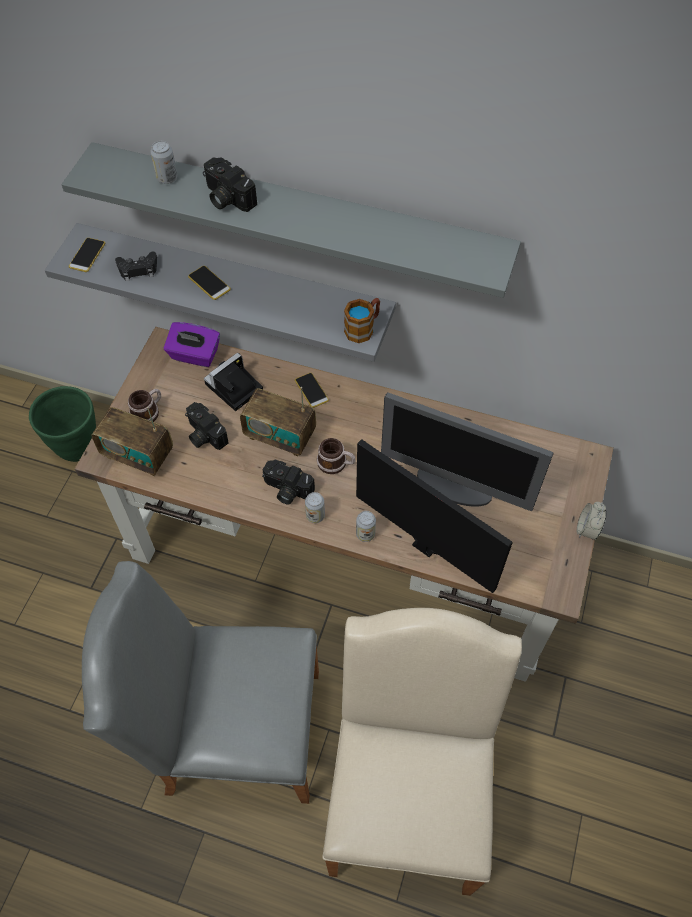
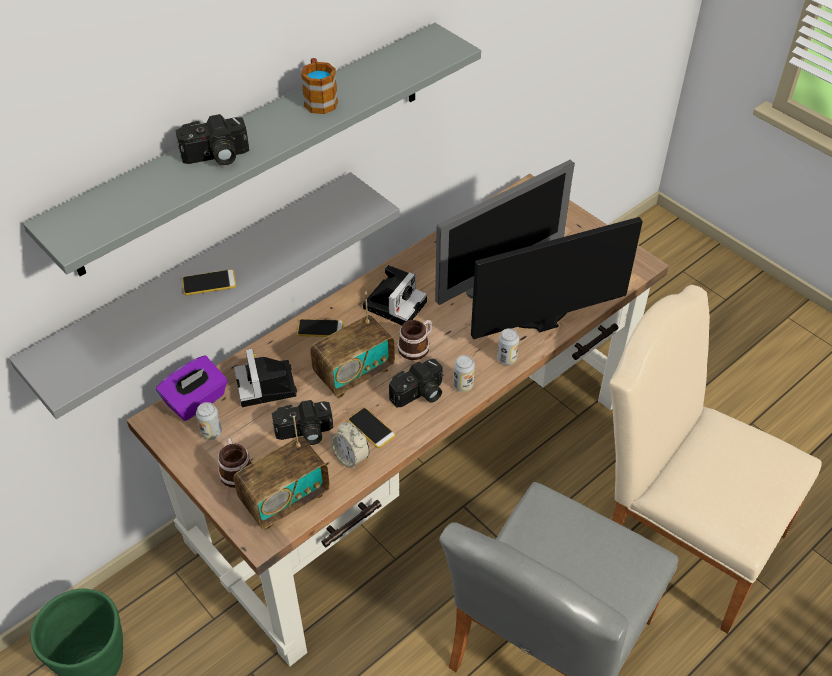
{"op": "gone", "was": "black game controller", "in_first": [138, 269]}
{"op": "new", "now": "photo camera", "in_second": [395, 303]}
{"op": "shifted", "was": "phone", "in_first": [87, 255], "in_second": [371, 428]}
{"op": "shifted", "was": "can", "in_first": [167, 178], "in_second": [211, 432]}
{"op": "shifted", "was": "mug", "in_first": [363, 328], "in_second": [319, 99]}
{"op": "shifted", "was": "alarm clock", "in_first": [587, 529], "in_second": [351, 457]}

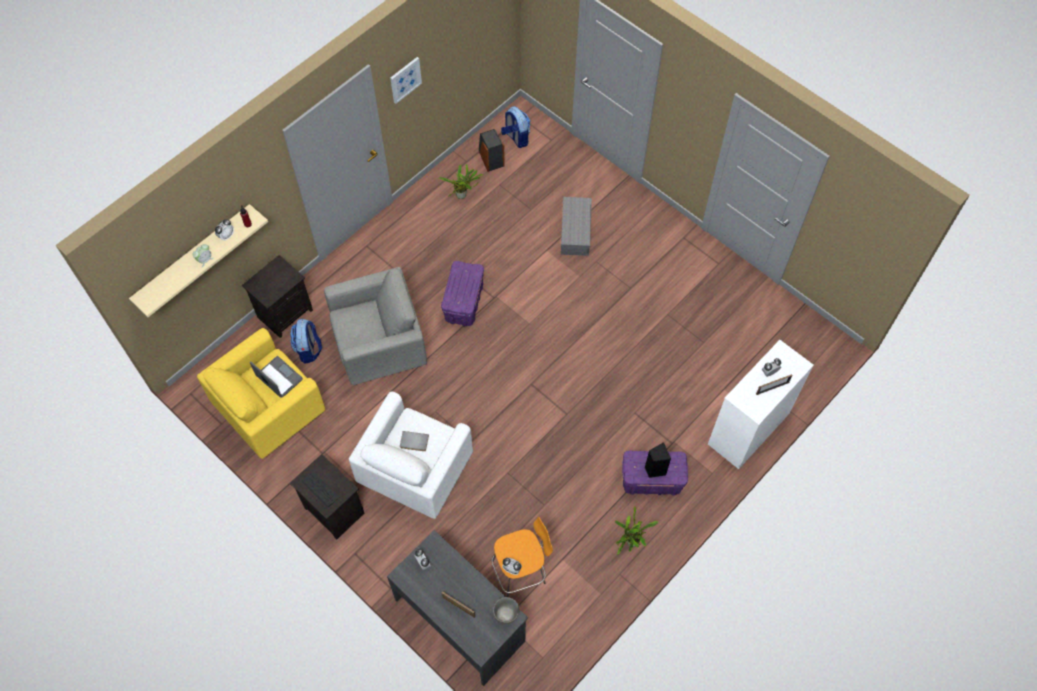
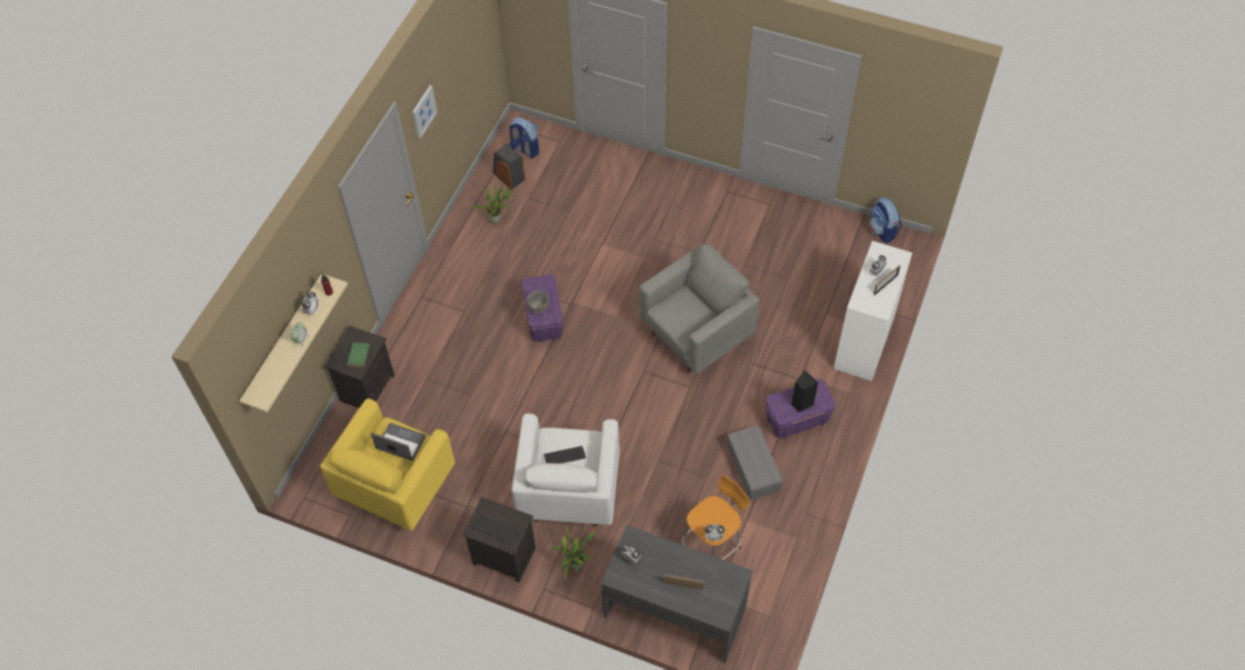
{"op": "new", "now": "green book", "in_second": [357, 355]}
{"op": "shifted", "was": "backpack", "in_first": [308, 349], "in_second": [882, 231]}
{"op": "shifted", "was": "grey armchair", "in_first": [380, 347], "in_second": [697, 334]}
{"op": "shifted", "was": "grey bowl", "in_first": [506, 614], "in_second": [538, 307]}
{"op": "shifted", "was": "grey storage box", "in_first": [575, 230], "in_second": [752, 467]}
{"op": "shifted", "was": "potted plant", "in_first": [630, 542], "in_second": [575, 565]}
{"op": "swapped", "was": "grey book", "now": "keyboard", "in_first": [414, 442], "in_second": [564, 456]}

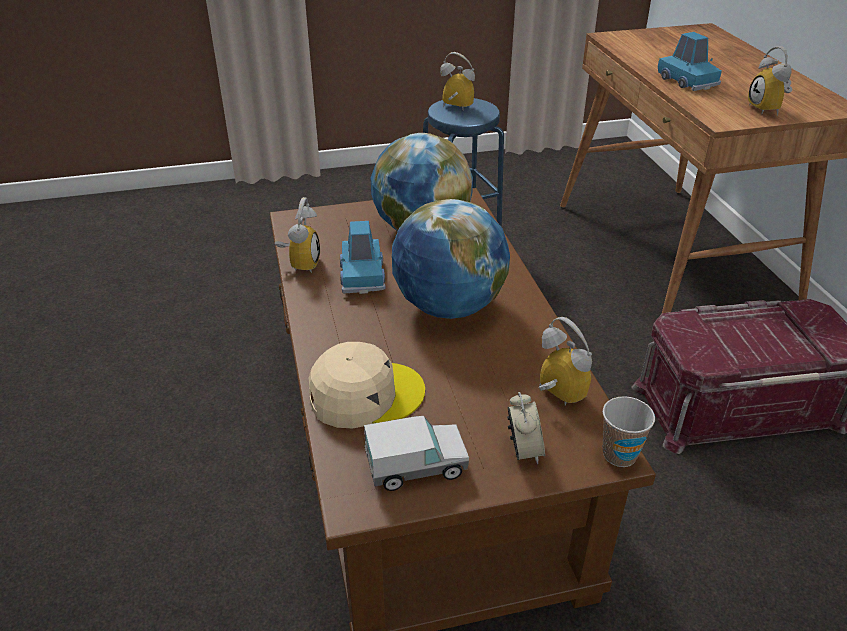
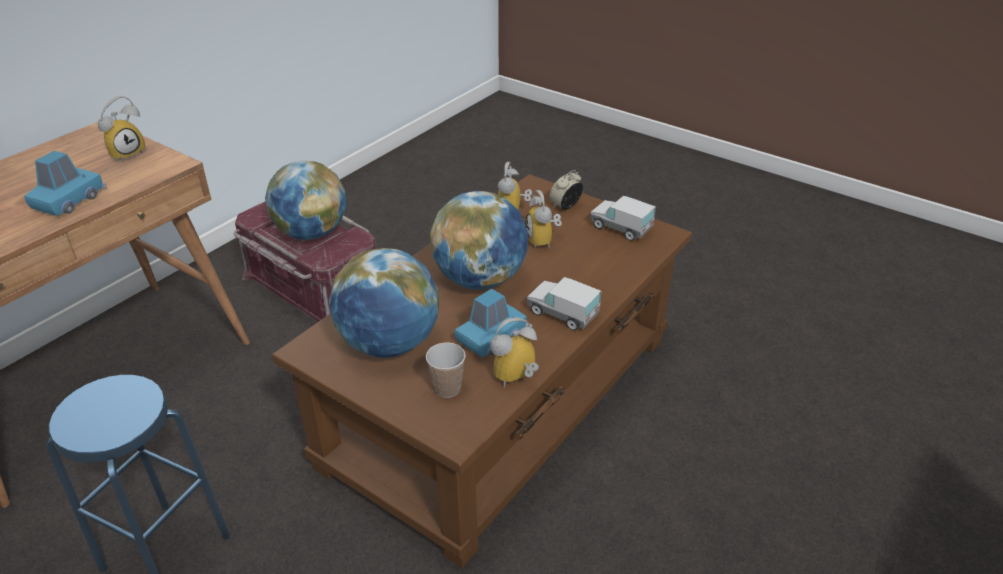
{"op": "gone", "was": "beige cap", "in_first": [365, 394]}
{"op": "new", "now": "globe", "in_second": [311, 233]}
{"op": "new", "now": "toy truck", "in_second": [562, 314]}
{"op": "shifted", "was": "alarm clock", "in_first": [454, 108], "in_second": [544, 241]}
{"op": "shifted", "was": "cup", "in_first": [619, 455], "in_second": [447, 388]}

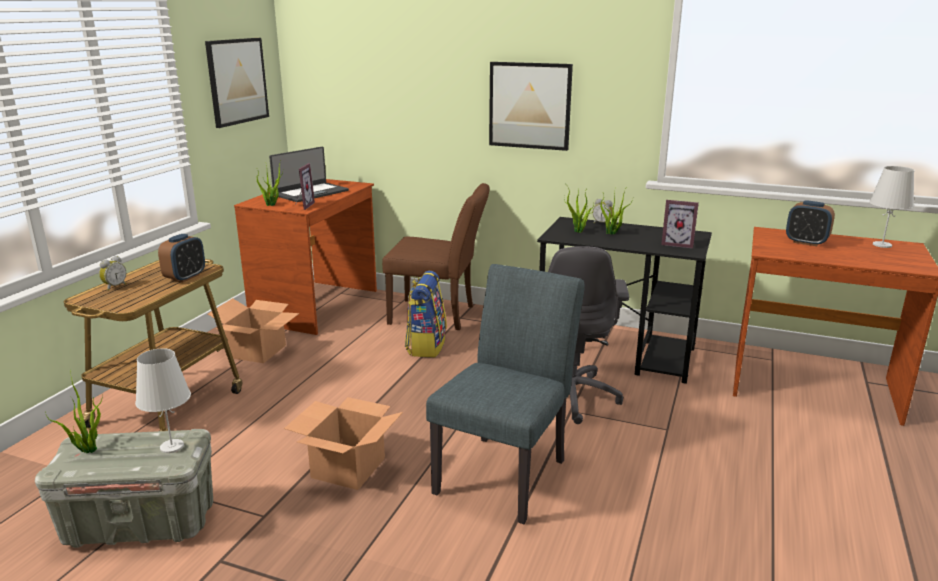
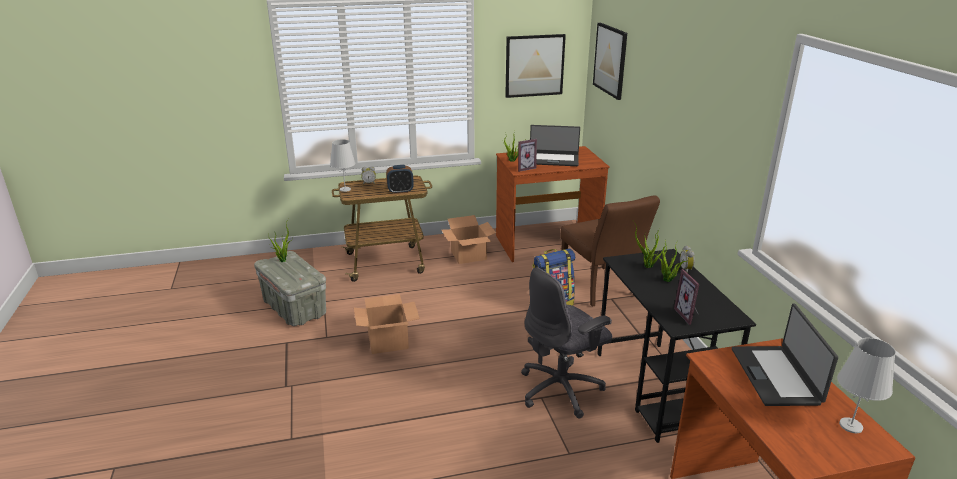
{"op": "gone", "was": "grey chair", "in_first": [506, 471]}
{"op": "shifted", "was": "white table lamp", "in_first": [172, 446], "in_second": [345, 189]}
{"op": "shifted", "was": "picture", "in_first": [530, 105], "in_second": [610, 60]}
{"op": "swapped", "was": "alarm clock", "now": "laptop", "in_first": [806, 242], "in_second": [776, 376]}

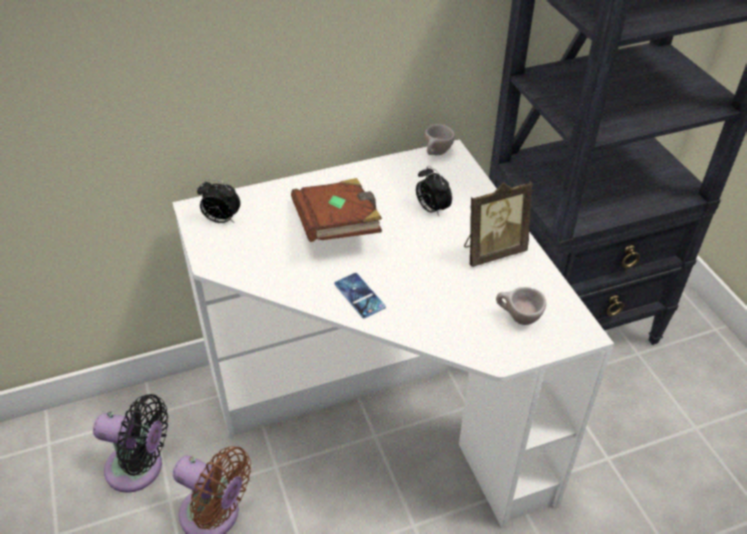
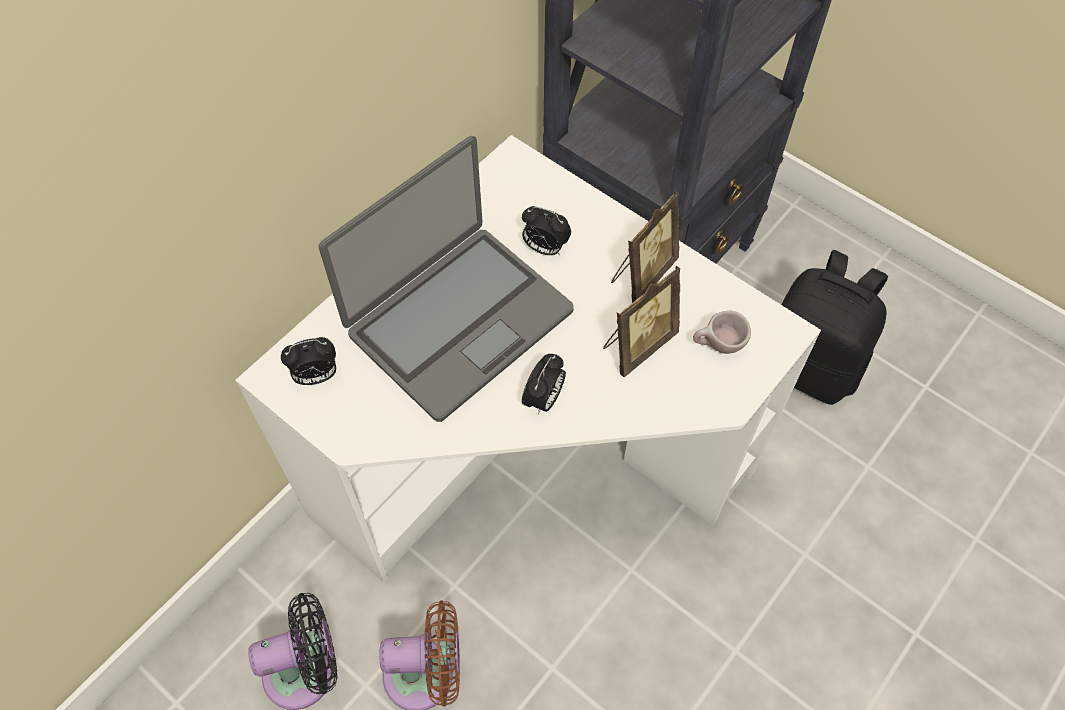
{"op": "gone", "was": "beige cup", "in_first": [436, 154]}
{"op": "new", "now": "picture frame", "in_second": [637, 344]}
{"op": "new", "now": "black backpack", "in_second": [809, 365]}
{"op": "swapped", "was": "brown book", "now": "laptop", "in_first": [338, 226], "in_second": [458, 321]}
{"op": "swapped", "was": "phone", "now": "alarm clock", "in_first": [359, 295], "in_second": [544, 399]}

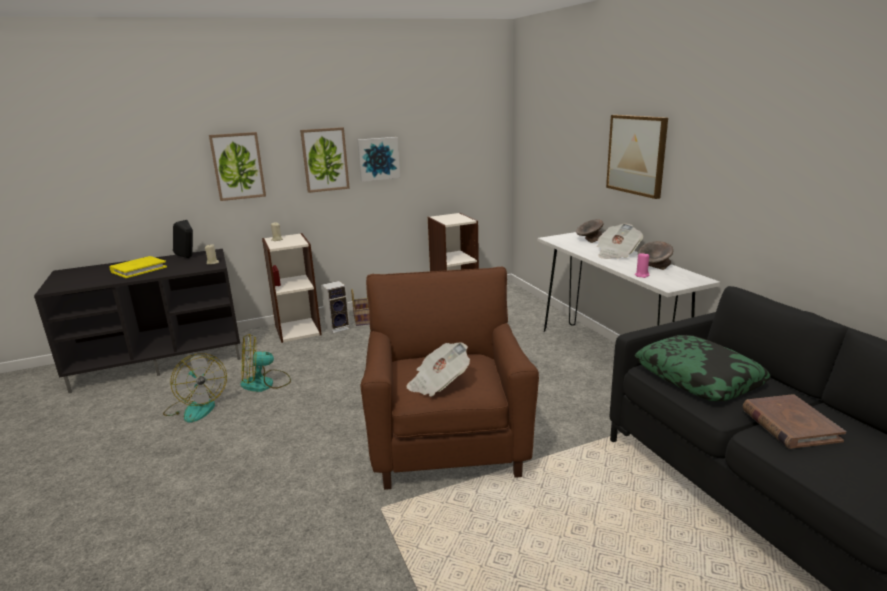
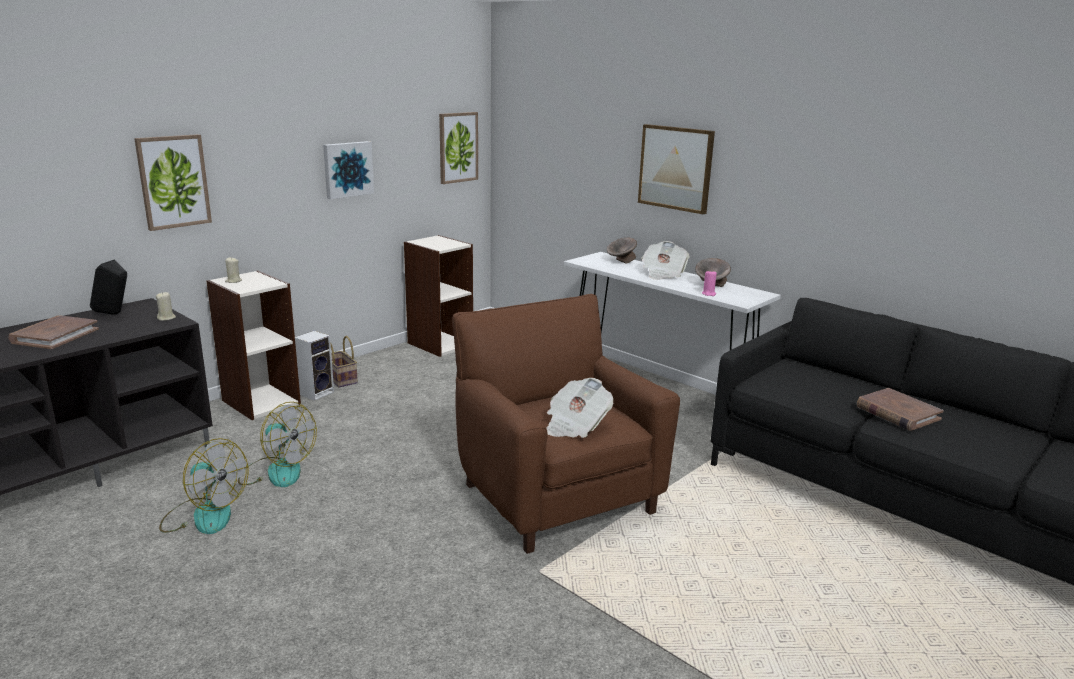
{"op": "gone", "was": "pillow", "in_first": [698, 377]}
{"op": "shifted", "was": "picture", "in_first": [325, 159], "in_second": [458, 147]}
{"op": "repainted", "was": "yellow book", "now": "brown book", "in_first": [138, 269], "in_second": [55, 336]}
{"op": "rotated", "was": "fan", "in_first": [265, 383], "in_second": [277, 471], "clockwise": -105}

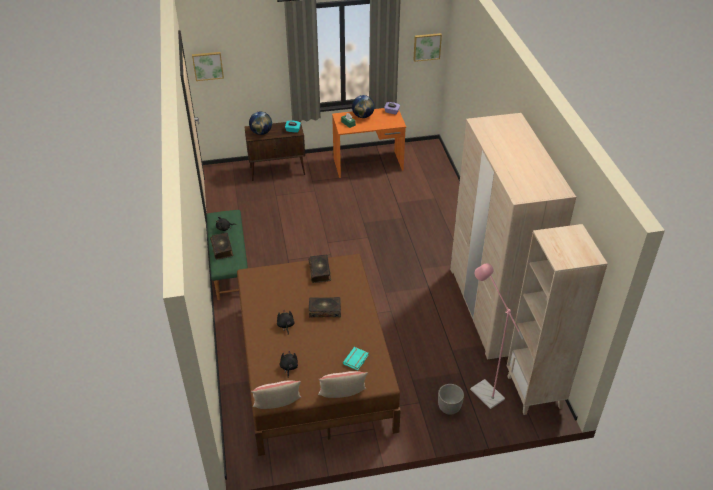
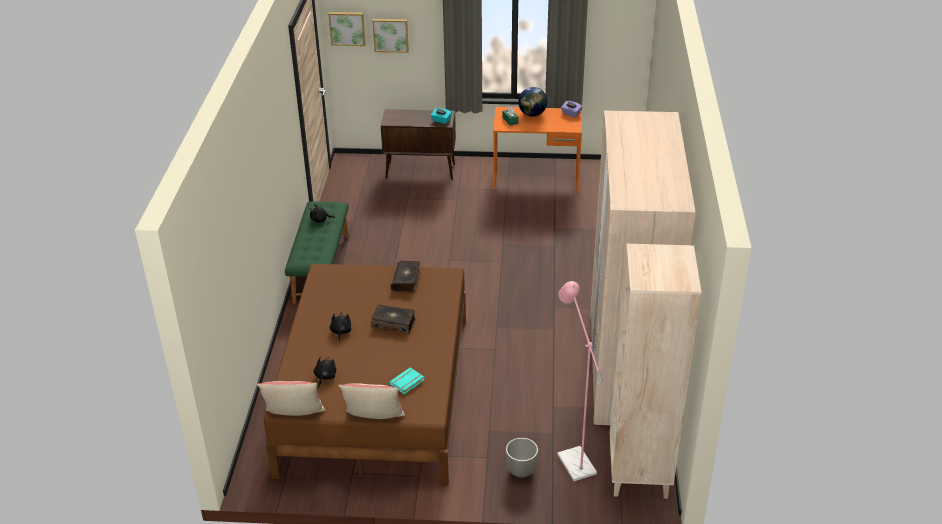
{"op": "gone", "was": "book", "in_first": [222, 249]}
{"op": "gone", "was": "globe", "in_first": [261, 133]}
{"op": "shifted", "was": "picture", "in_first": [427, 46], "in_second": [390, 35]}

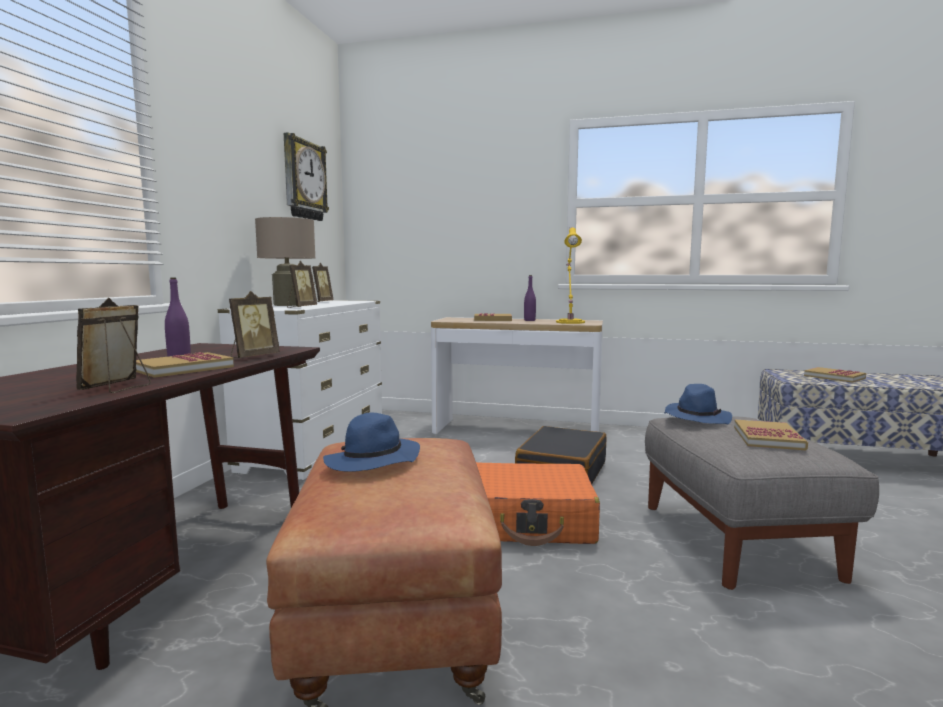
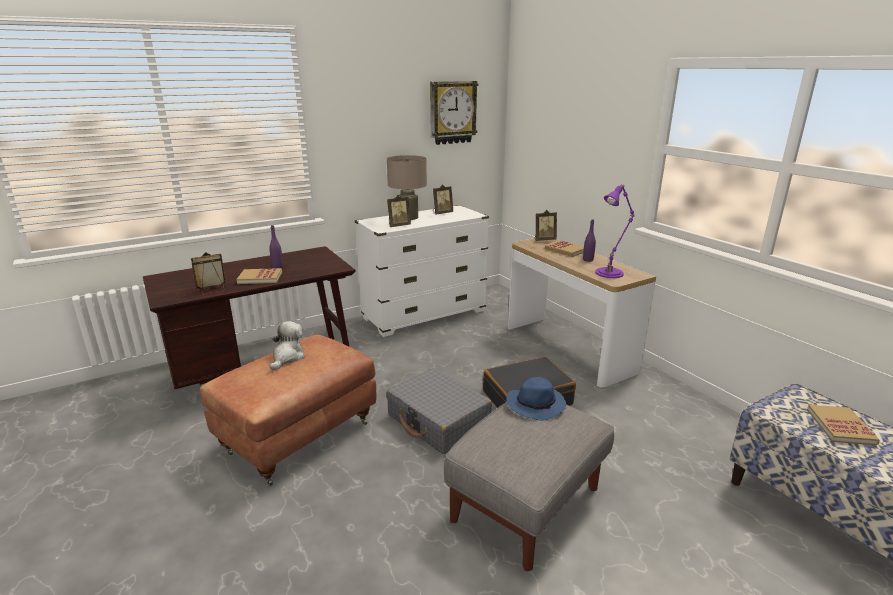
{"op": "gone", "was": "book", "in_first": [768, 438]}
{"op": "shifted", "was": "picture frame", "in_first": [253, 357], "in_second": [544, 240]}
{"op": "swapped", "was": "blue hat", "now": "plush toy", "in_first": [372, 462], "in_second": [287, 357]}
{"op": "repainted", "was": "orange suitcase", "now": "grey suitcase", "in_first": [529, 521], "in_second": [438, 421]}
{"op": "repainted", "was": "yellow table lamp", "now": "purple table lamp", "in_first": [570, 322], "in_second": [611, 272]}

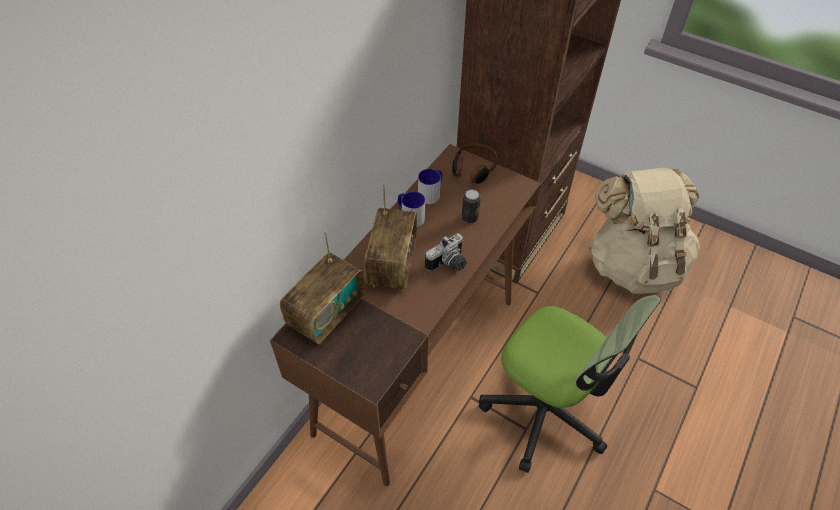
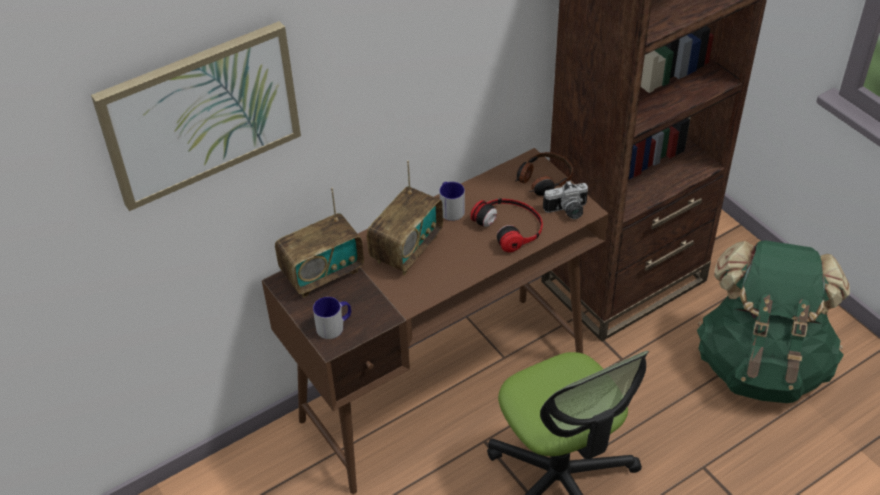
{"op": "new", "now": "picture", "in_second": [201, 113]}
{"op": "shifted", "was": "mug", "in_first": [431, 193], "in_second": [334, 326]}
{"op": "shifted", "was": "photo camera", "in_first": [449, 264], "in_second": [567, 212]}
{"op": "swapped", "was": "can", "now": "headphones", "in_first": [469, 217], "in_second": [510, 226]}
{"op": "repainted", "was": "beige backpack", "now": "green backpack", "in_first": [633, 264], "in_second": [761, 364]}

